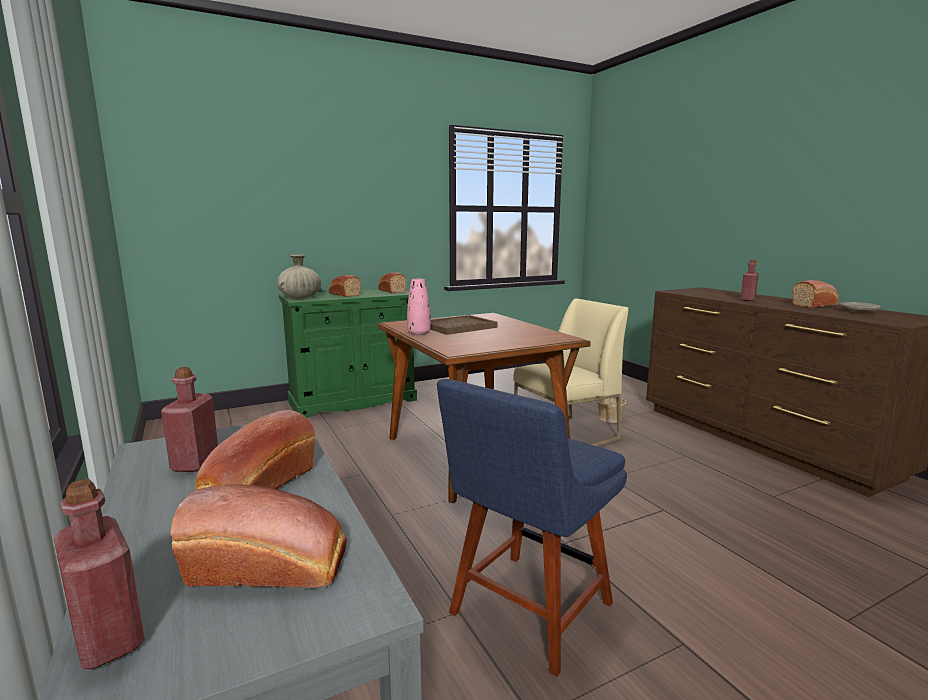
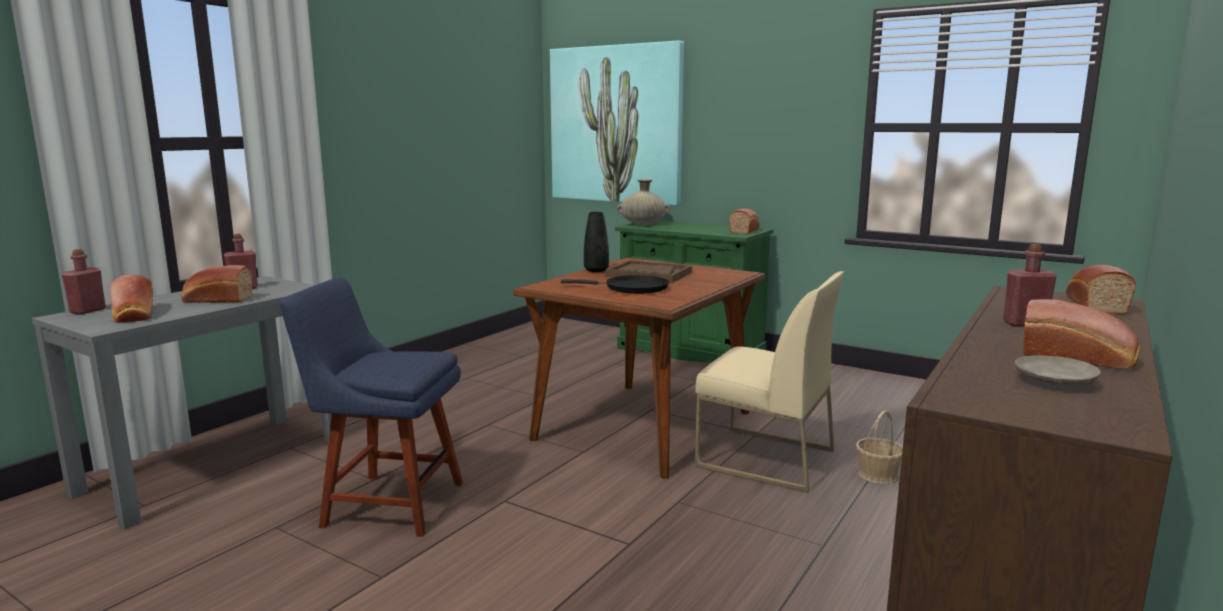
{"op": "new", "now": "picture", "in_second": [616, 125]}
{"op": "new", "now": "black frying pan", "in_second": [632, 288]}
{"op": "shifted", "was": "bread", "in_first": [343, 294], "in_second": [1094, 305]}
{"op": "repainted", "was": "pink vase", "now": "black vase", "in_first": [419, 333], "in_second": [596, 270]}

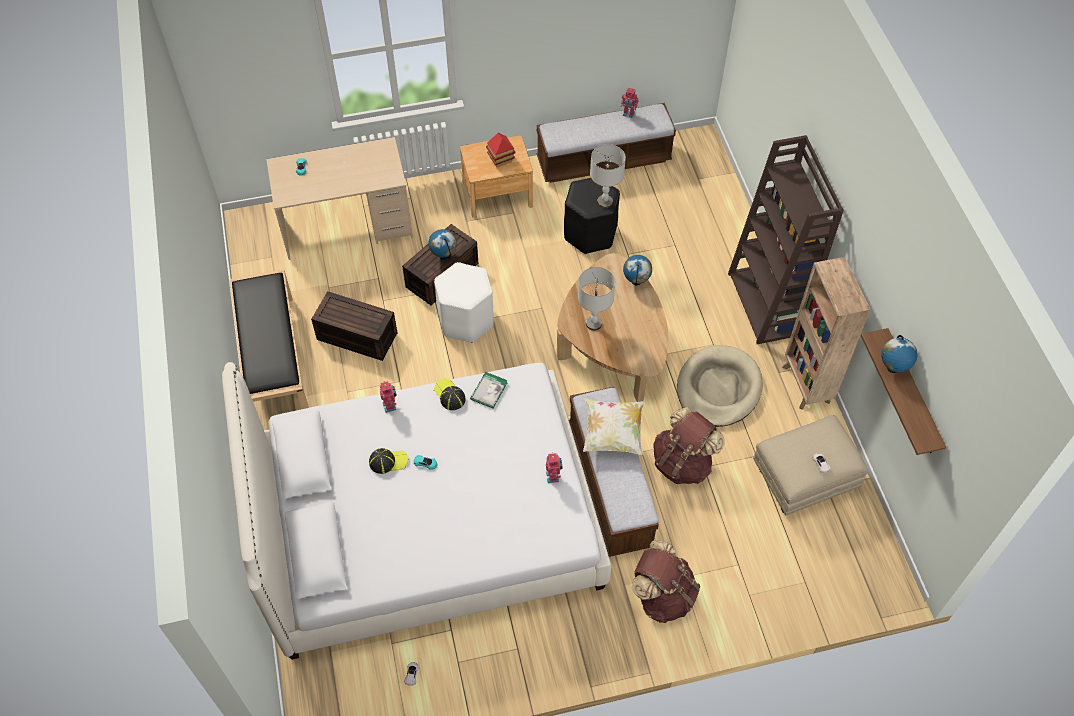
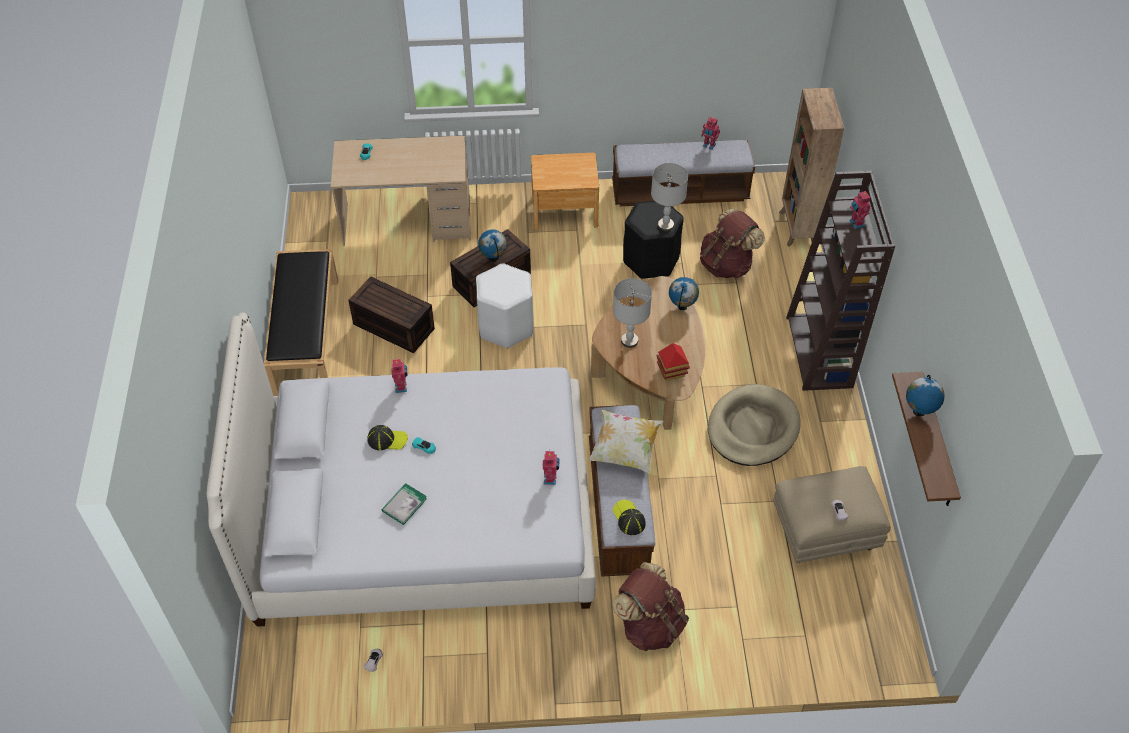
{"op": "new", "now": "toy robot", "in_second": [855, 223]}
{"op": "shifted", "was": "cap", "in_first": [449, 395], "in_second": [628, 518]}
{"op": "shifted", "was": "book", "in_first": [489, 391], "in_second": [404, 505]}
{"op": "shifted", "was": "toy house", "in_first": [501, 160], "in_second": [671, 372]}
{"op": "shifted", "was": "brown backpack", "in_first": [683, 463], "in_second": [727, 265]}
{"op": "shifted", "was": "brown bookcase", "in_first": [806, 385], "in_second": [798, 229]}

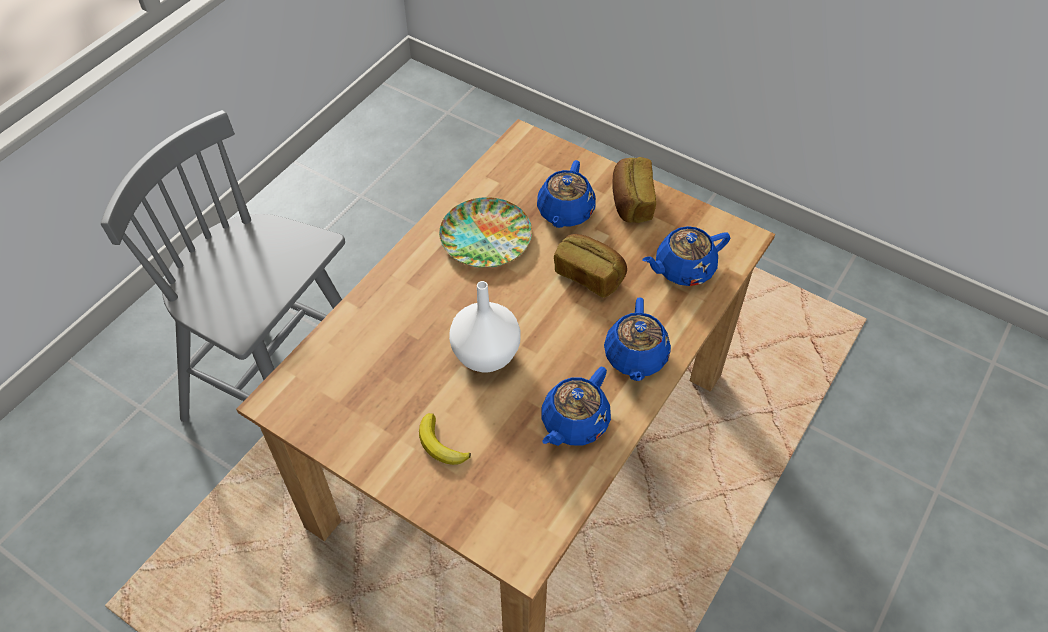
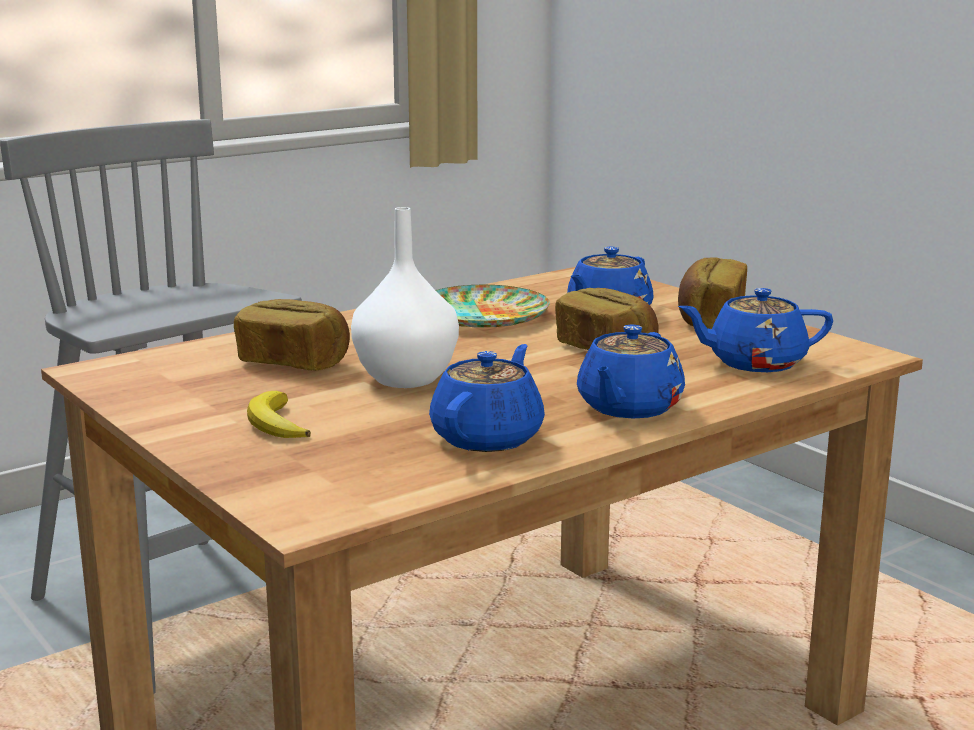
{"op": "new", "now": "bread", "in_second": [294, 362]}
{"op": "rotated", "was": "blue teapot", "in_first": [574, 423], "in_second": [488, 437], "clockwise": 150}

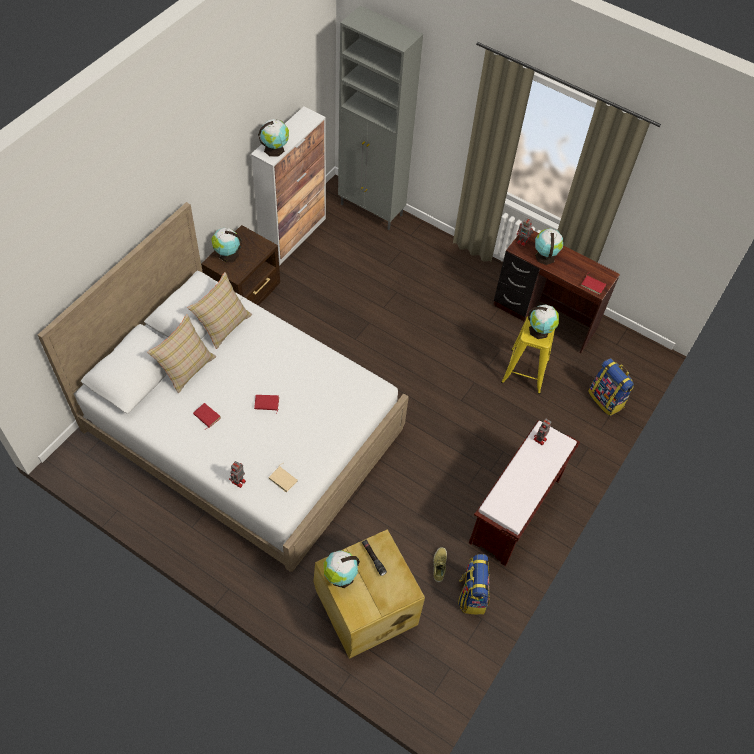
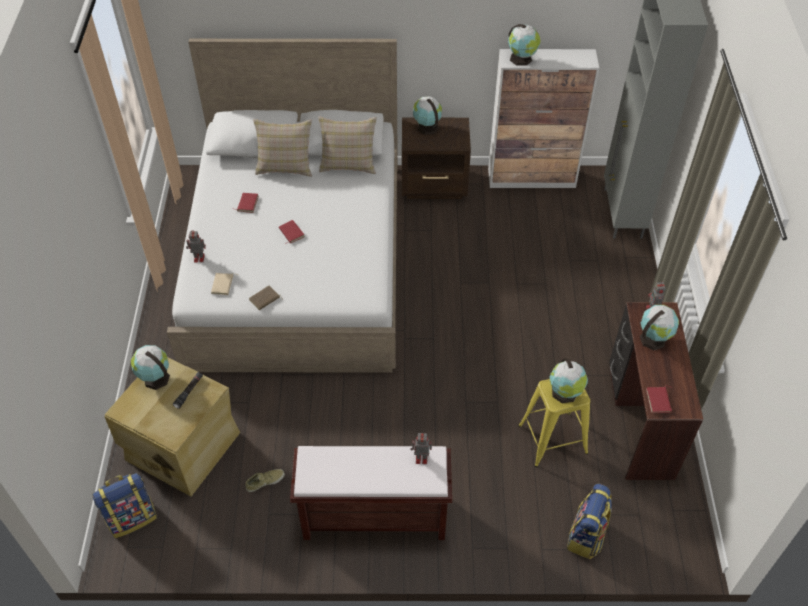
{"op": "new", "now": "brown book", "in_second": [265, 299]}
{"op": "shifted", "was": "backpack", "in_first": [472, 594], "in_second": [132, 517]}

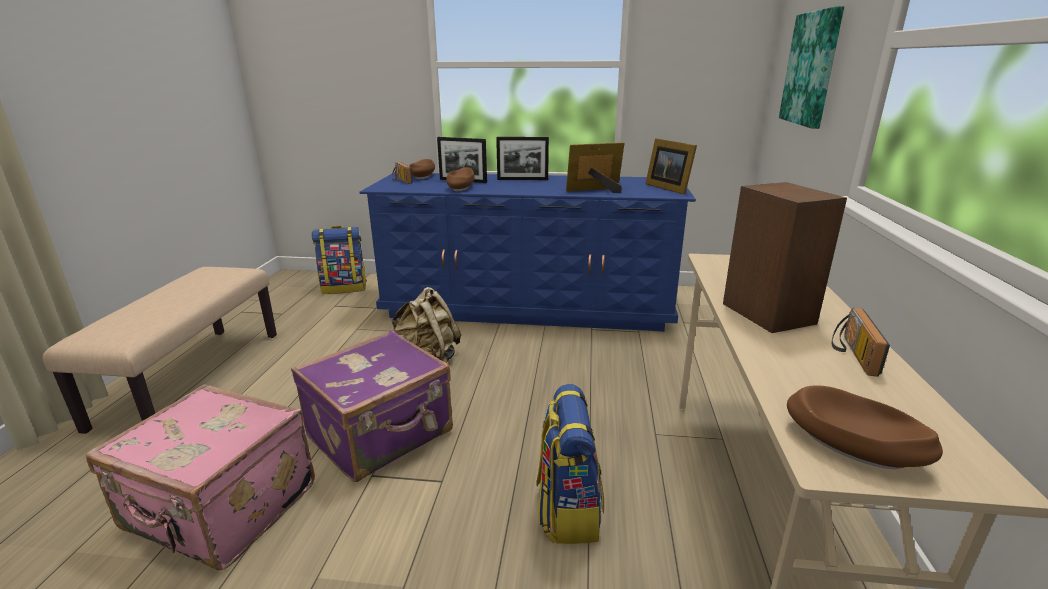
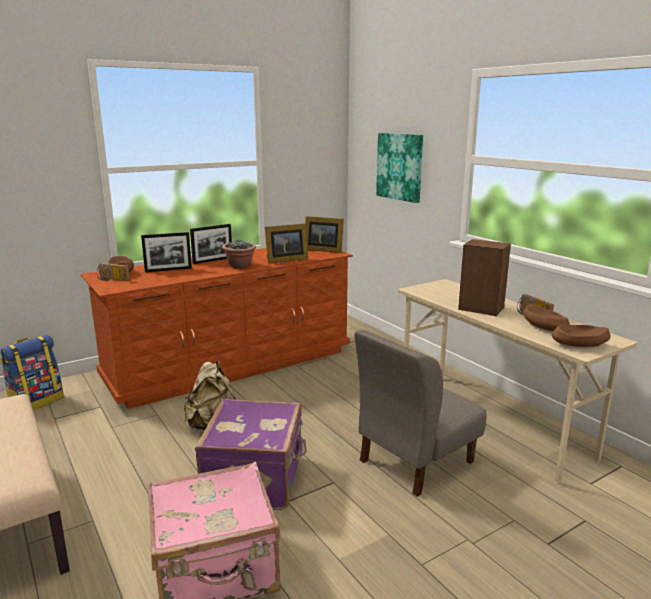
{"op": "new", "now": "potted plant", "in_second": [240, 266]}
{"op": "shifted", "was": "brown bowl", "in_first": [461, 187], "in_second": [544, 328]}
{"op": "swapped", "was": "backpack", "now": "grey chair", "in_first": [567, 510], "in_second": [415, 461]}
{"op": "repainted", "was": "blue dresser", "now": "brown dresser", "in_first": [527, 306], "in_second": [231, 365]}
{"op": "rotated", "was": "picture frame", "in_first": [596, 191], "in_second": [285, 260], "clockwise": -150}

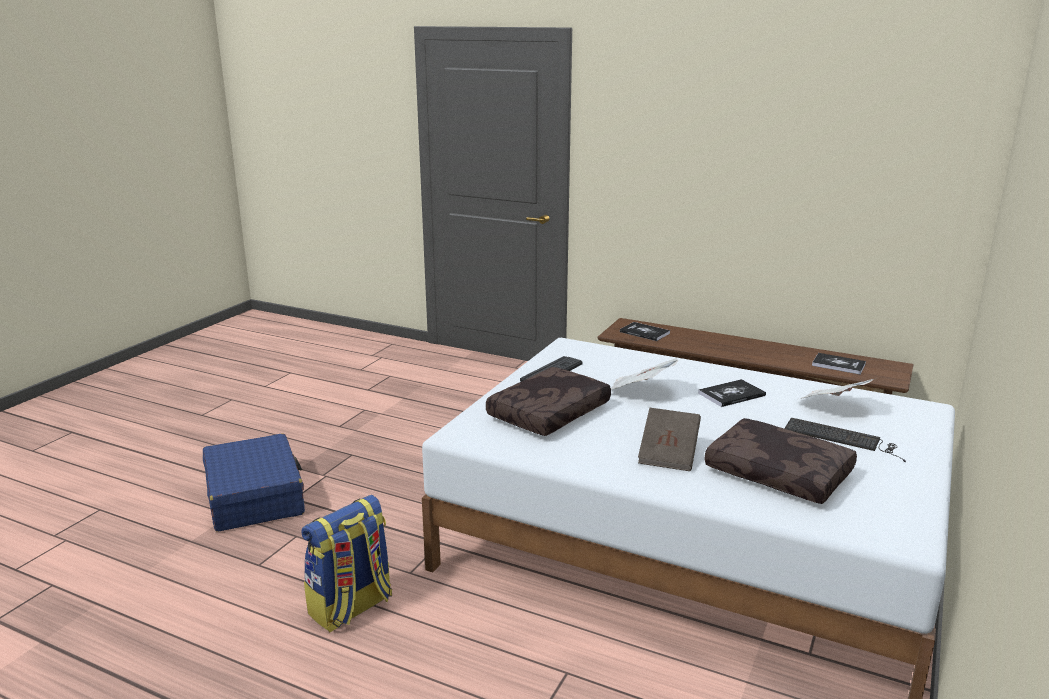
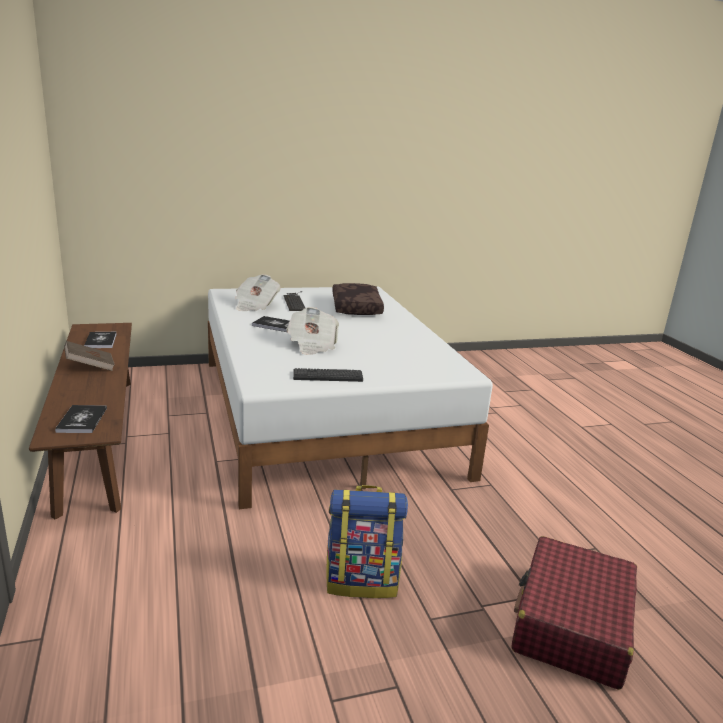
{"op": "gone", "was": "brown pillow", "in_first": [550, 414]}
{"op": "shifted", "was": "backpack", "in_first": [351, 608], "in_second": [362, 581]}
{"op": "shifted", "was": "brown book", "in_first": [668, 454], "in_second": [90, 367]}
{"op": "repainted", "was": "blue suitcase", "now": "red suitcase", "in_first": [255, 497], "in_second": [571, 624]}

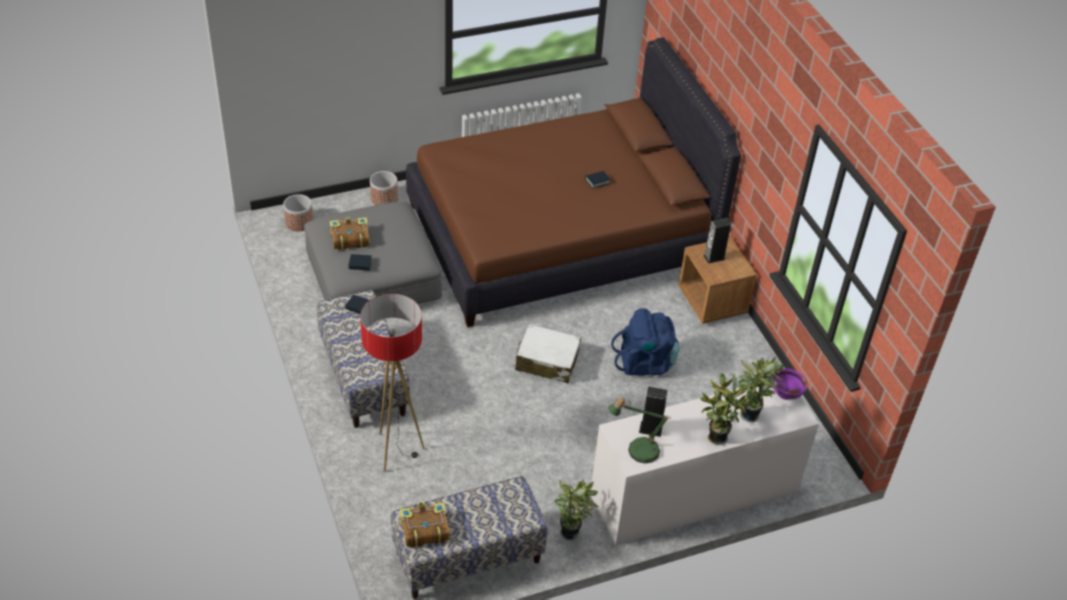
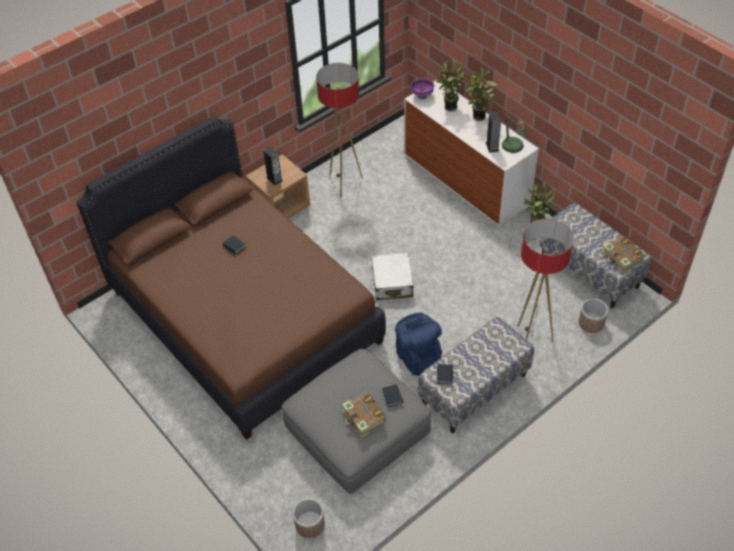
{"op": "new", "now": "floor lamp", "in_second": [344, 183]}
{"op": "shifted", "was": "planter", "in_first": [384, 198], "in_second": [591, 323]}
{"op": "shifted", "was": "blue backpack", "in_first": [645, 363], "in_second": [417, 356]}

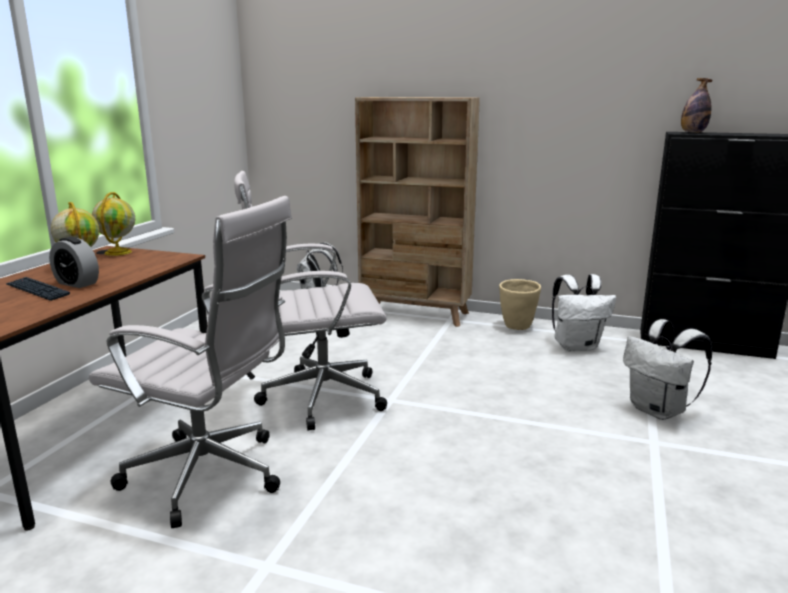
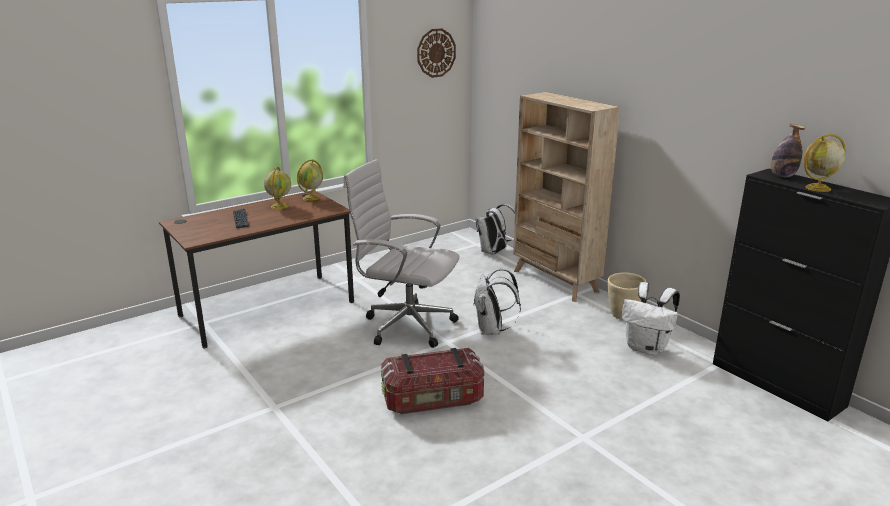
{"op": "gone", "was": "alarm clock", "in_first": [77, 283]}
{"op": "gone", "was": "white office chair", "in_first": [211, 477]}
{"op": "new", "now": "storage box", "in_second": [433, 400]}
{"op": "new", "now": "wall clock", "in_second": [436, 53]}
{"op": "new", "now": "globe", "in_second": [817, 188]}
{"op": "shifted", "was": "white backpack", "in_first": [659, 411], "in_second": [492, 330]}

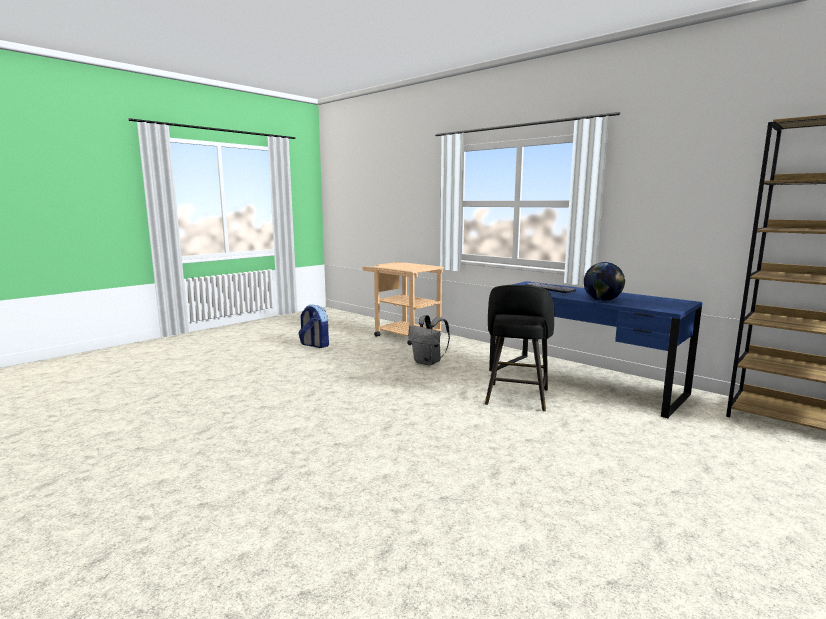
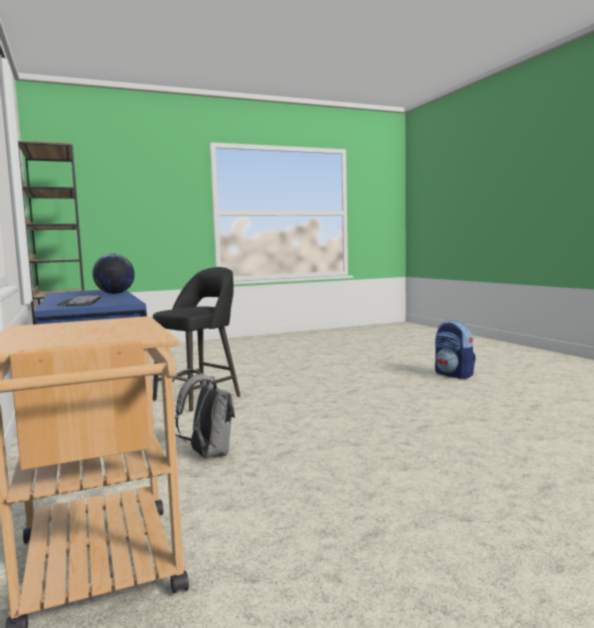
{"op": "shifted", "was": "backpack", "in_first": [314, 345], "in_second": [454, 375]}

